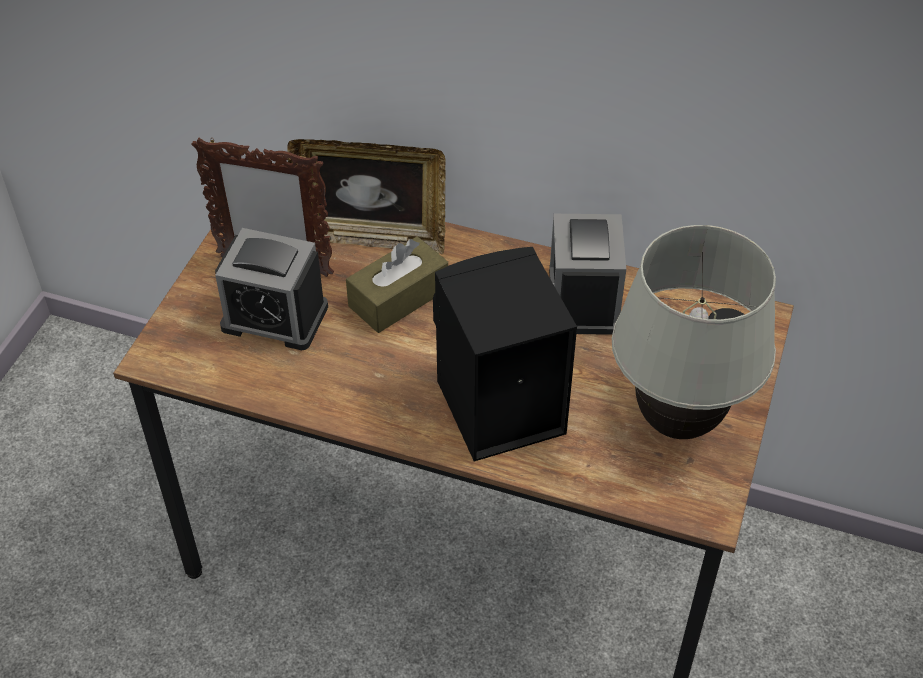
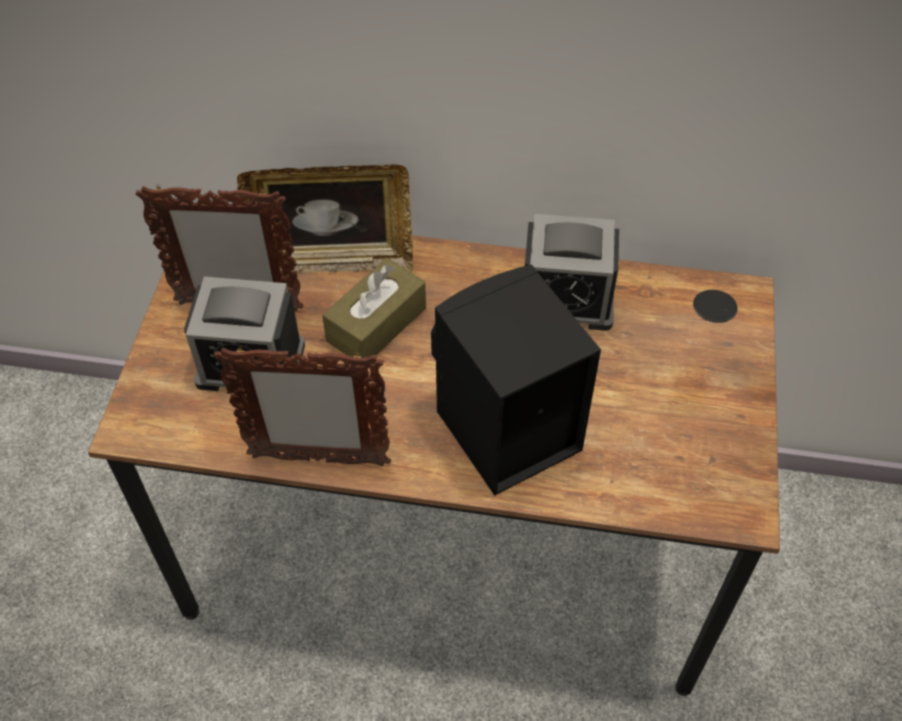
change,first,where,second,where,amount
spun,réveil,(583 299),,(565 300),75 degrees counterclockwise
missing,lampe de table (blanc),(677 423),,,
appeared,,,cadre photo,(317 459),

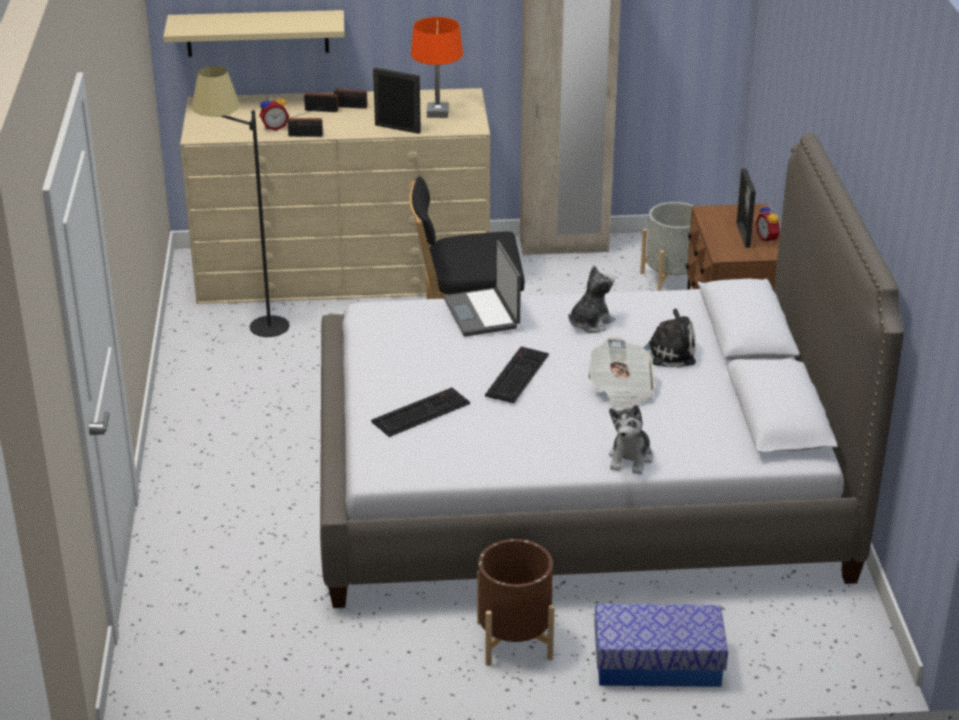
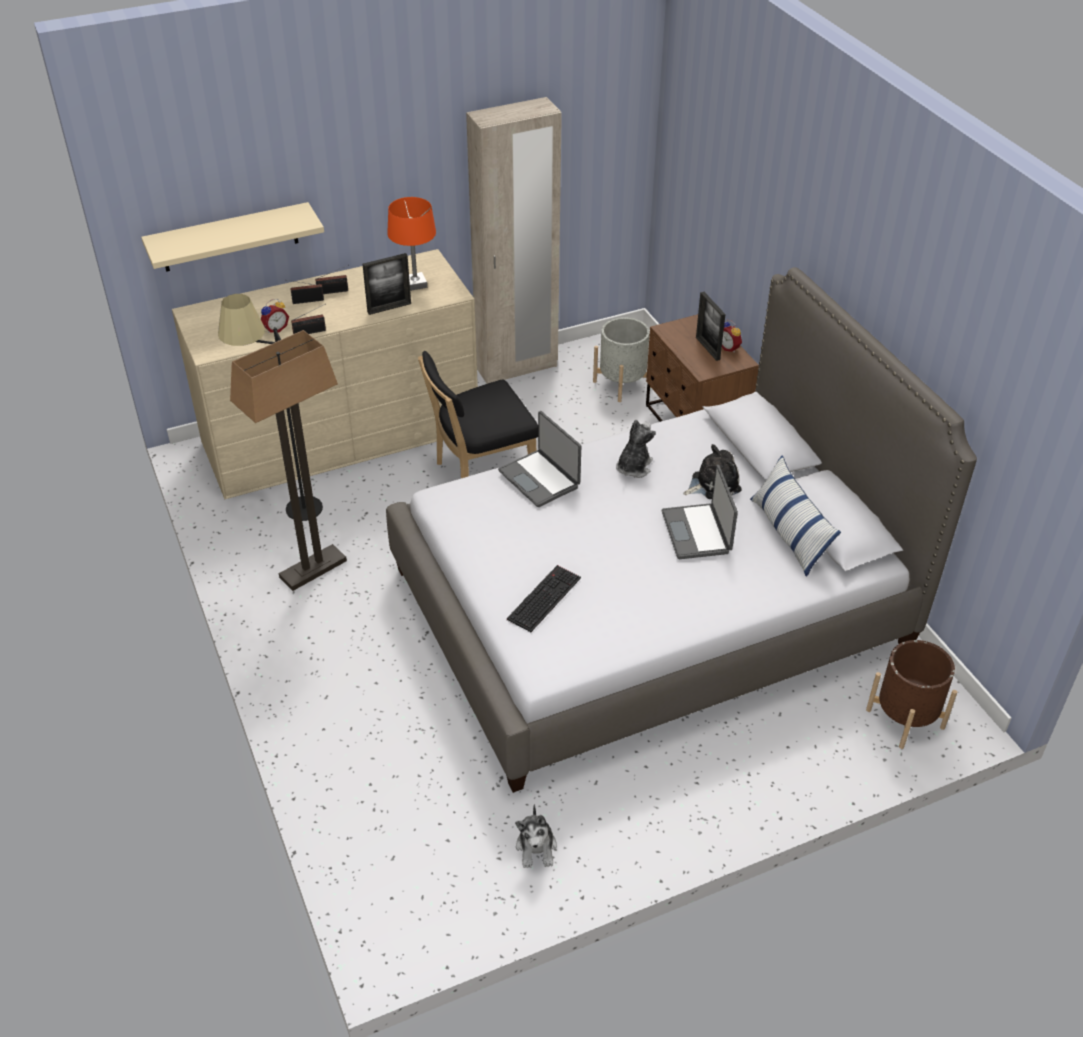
change,first,where,second,where,amount
spun,cadre photo,(397 128),,(389 308),150 degrees clockwise
relocated,cache-pot (marron),(514 640),,(905 719),
missing,clavier,(516 374),,,
exchanged,journal,(621 390),ordinateur portable,(697 532),
missing,boîte de rangement,(657 663),,,
relocated,peluche,(630 458),,(536 847),
appeared,,,lampadaire,(313 568),
appeared,,,coussin,(789 533),

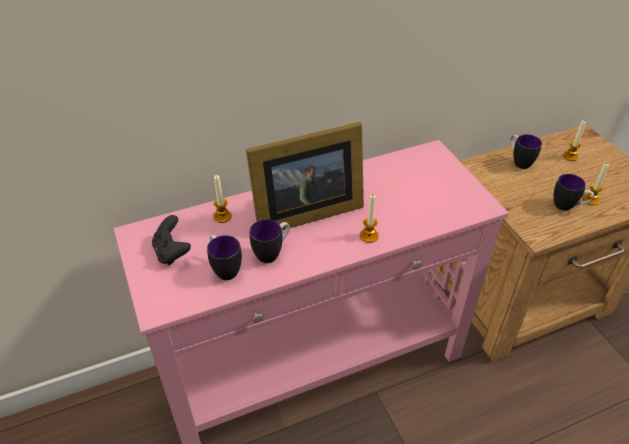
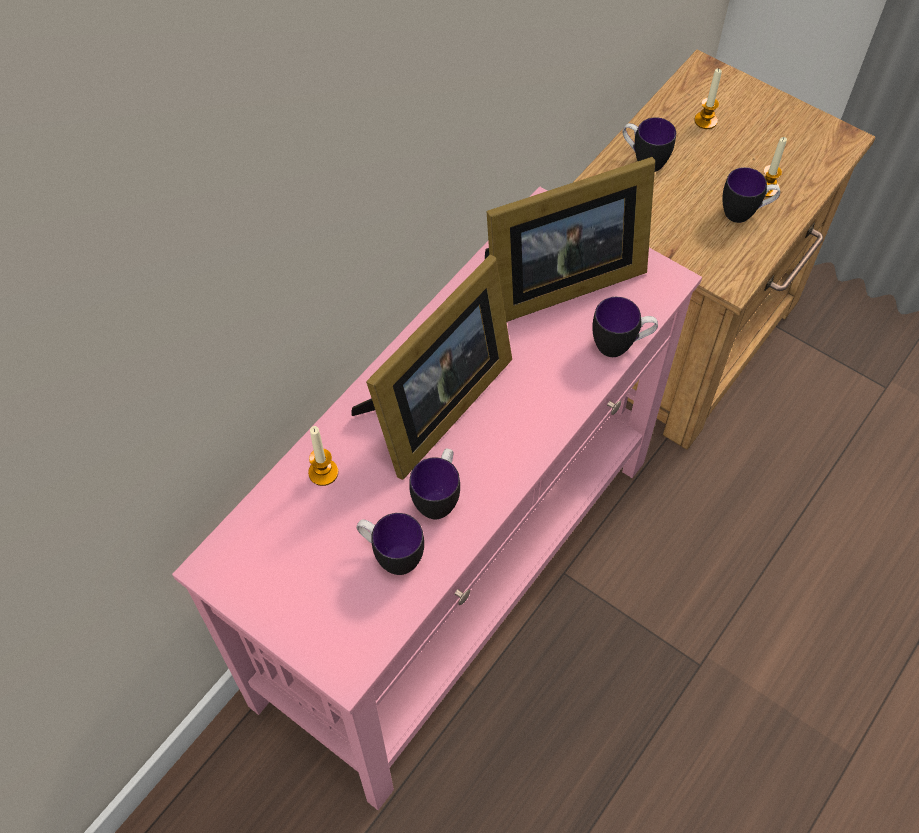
change,first,where,second,where,amount
missing,manette (noir),(172 252),,,
missing,bougie,(369 236),,,
appeared,,,cadre photo,(556 282),
appeared,,,mug,(620 345),

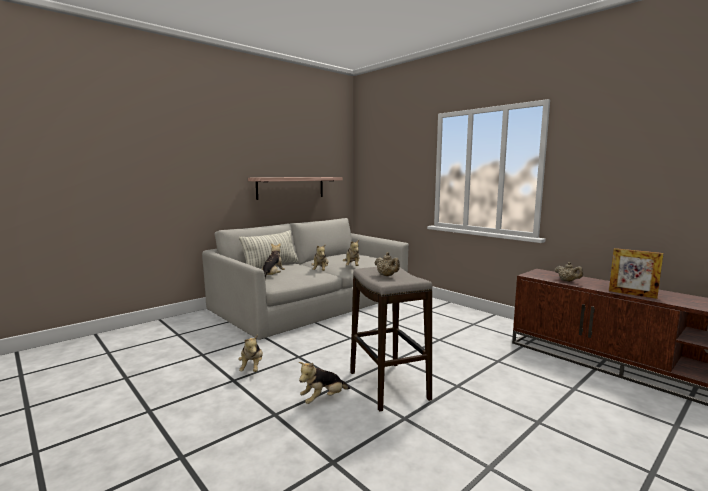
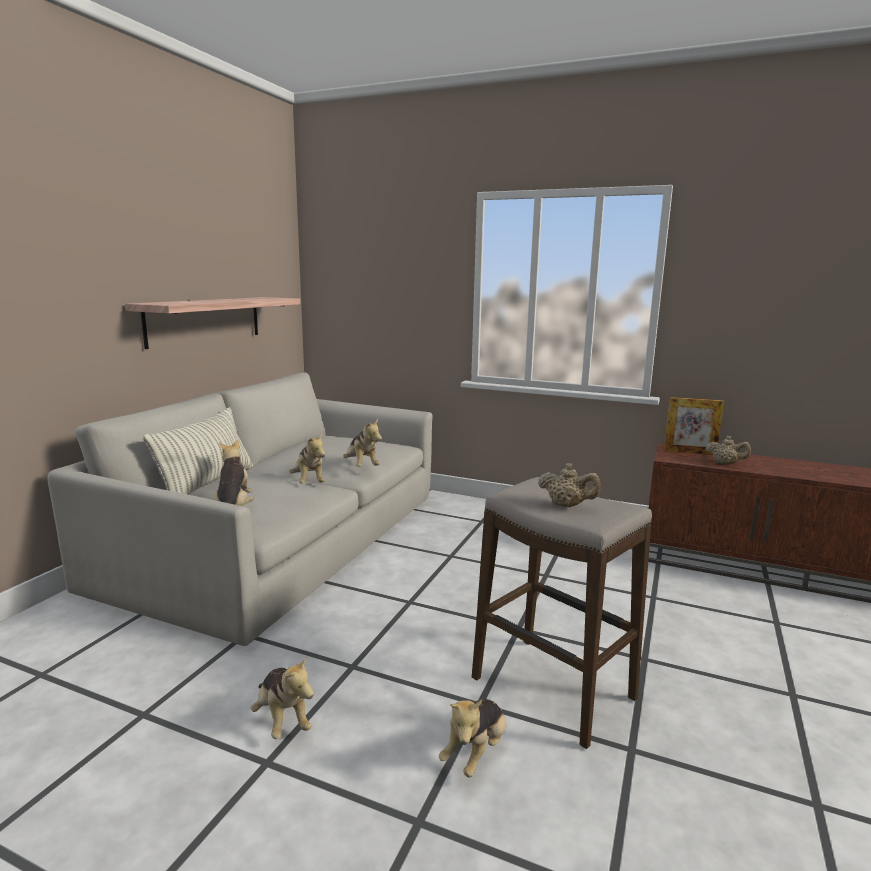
change,first,where,second,where,amount
relocated,cadre photo,(632 294),,(689 452),

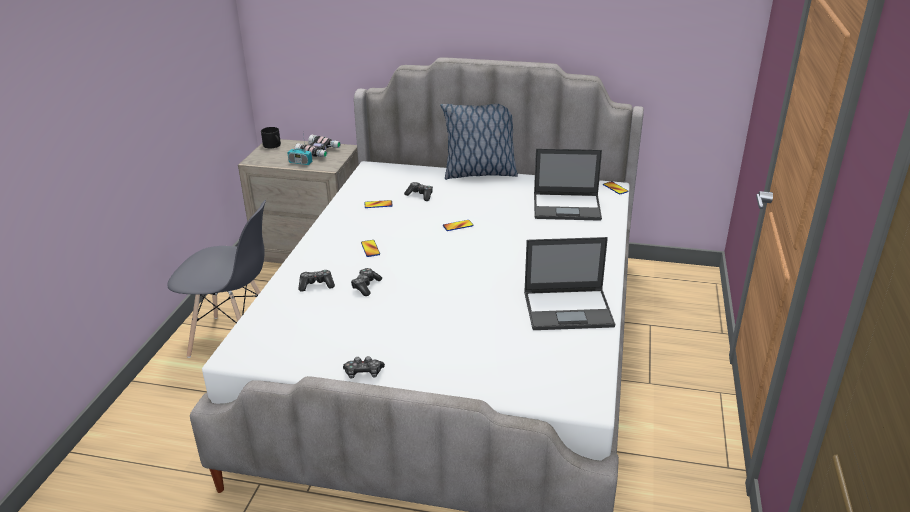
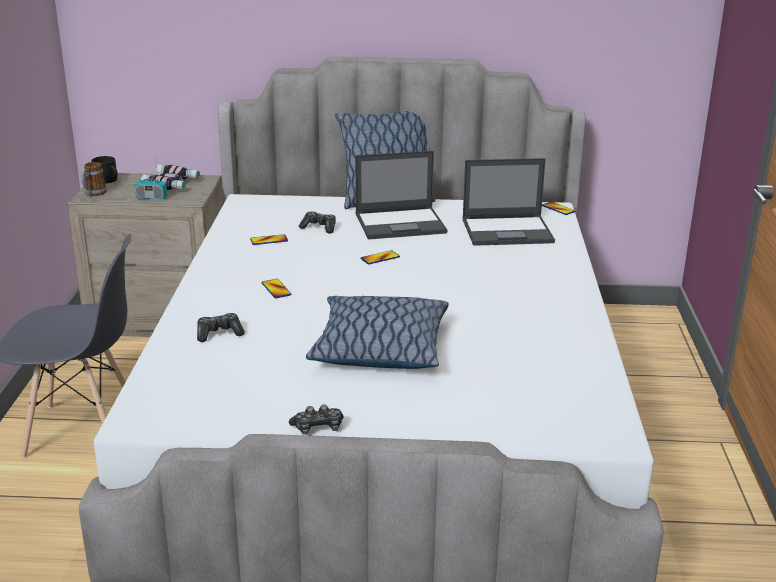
change,first,where,second,where,amount
missing,manette,(366 286),,,
relocated,ordinateur portable,(569 309),,(401 224),
appeared,,,mug,(93 194),
appeared,,,coussin,(379 348),

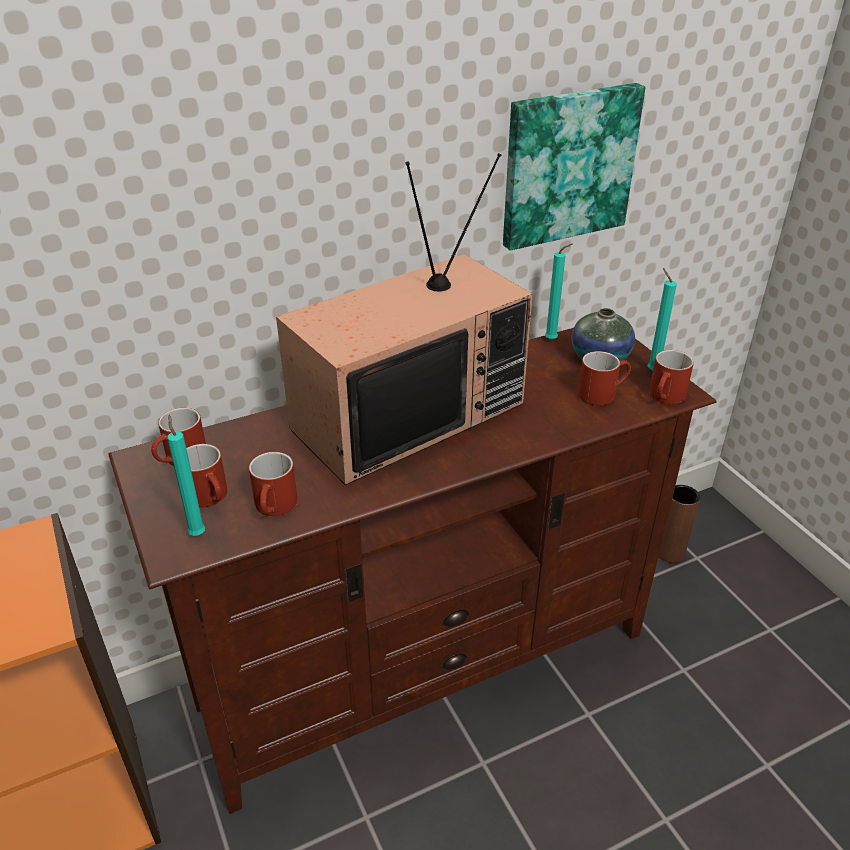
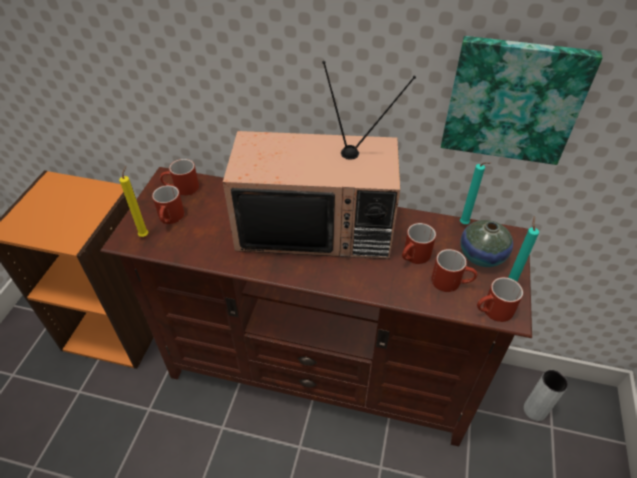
change,first,where,second,where,amount
colour,bougie (turquoise),(197 533),bougie (jaune),(145 234),
relocated,mug (rouge),(275 508),,(414 257),
colour,vase (marron),(669 553),vase (gris),(534 410),

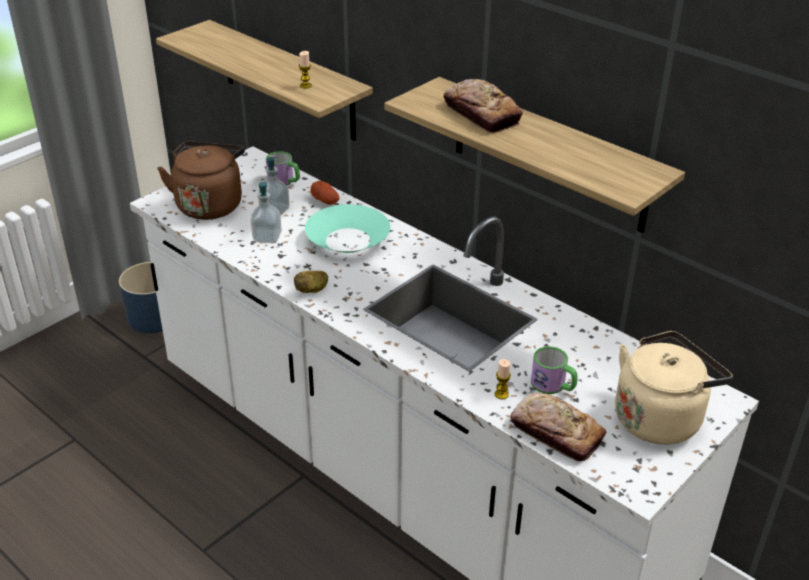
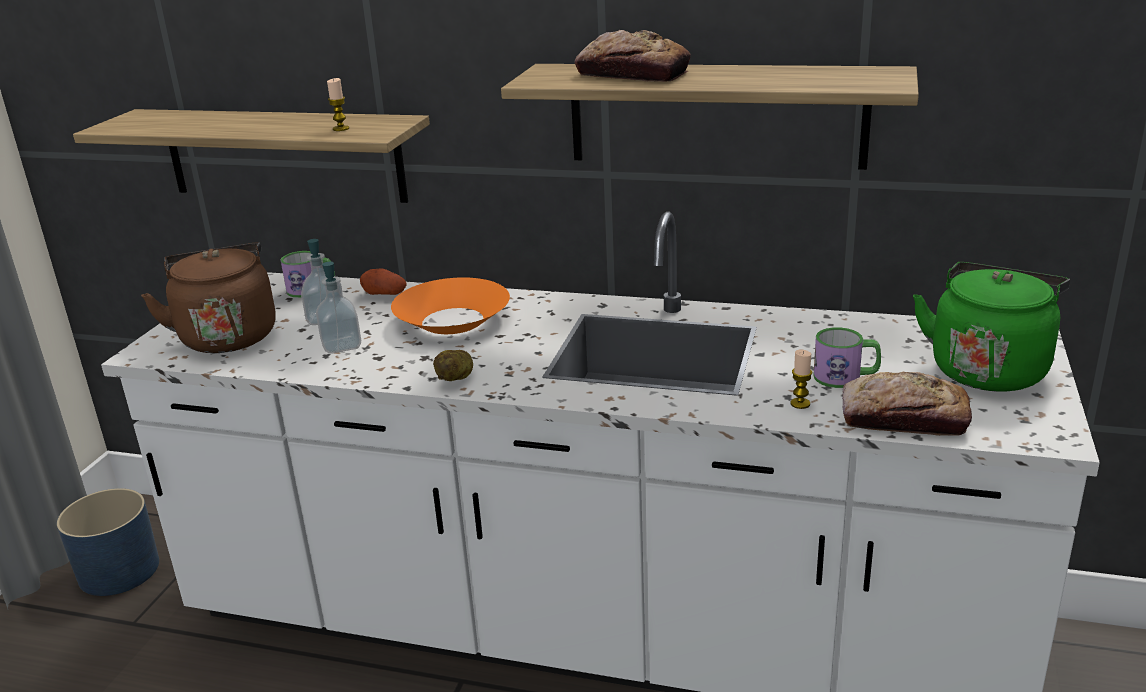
change,first,where,second,where,amount
colour,bol (turquoise),(348 240),bol (orange),(453 320),
colour,bouilloire (beige),(660 417),bouilloire (vert),(988 369),

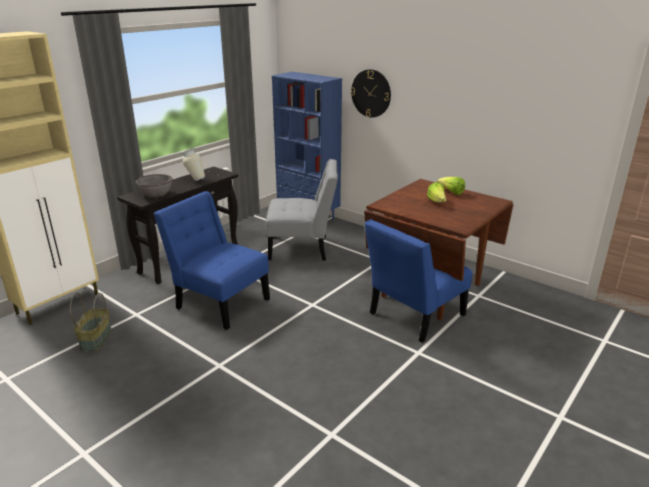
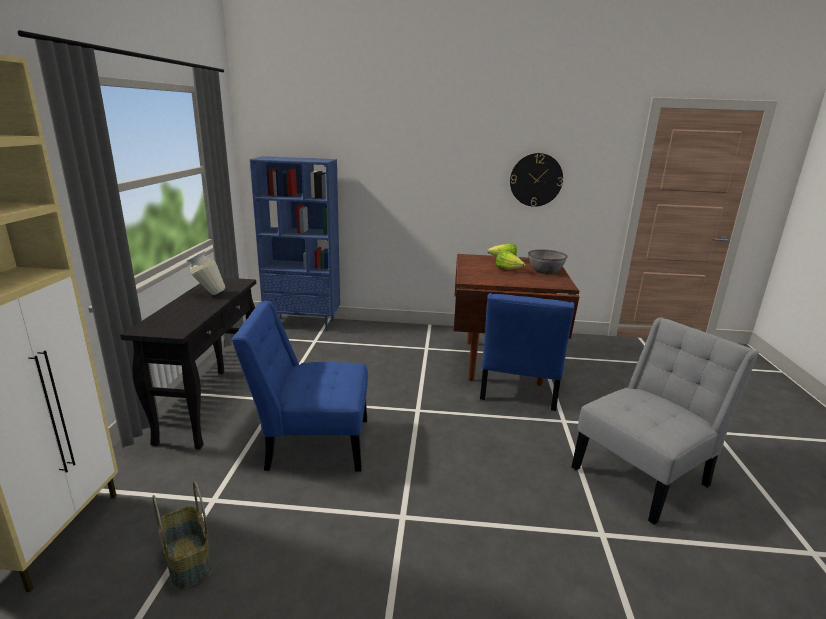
change,first,where,second,where,amount
relocated,bol (gris),(156 194),,(545 271),
relocated,chaise (gris),(303 248),,(644 474),
relocated,horloge murale,(371 93),,(536 180),

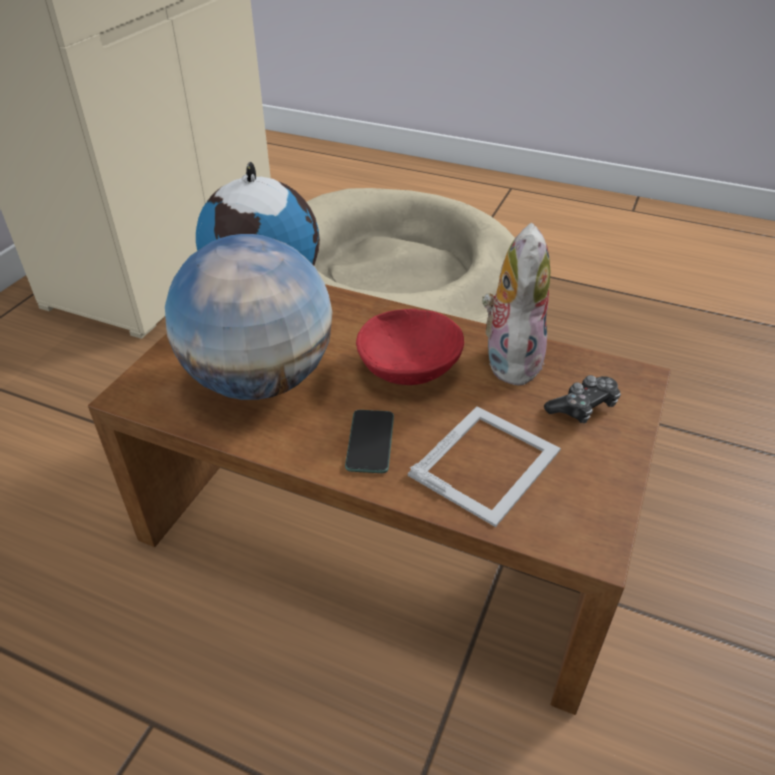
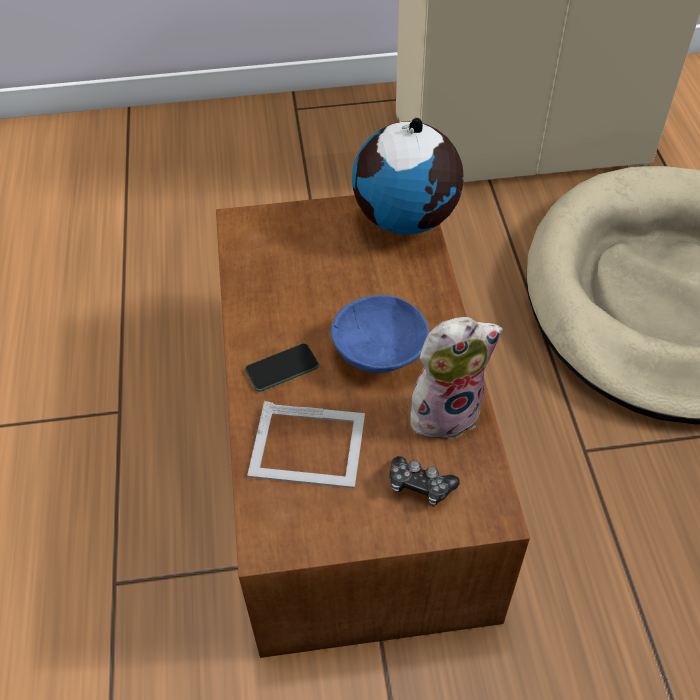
change,first,where,second,where,amount
missing,globe,(260 379),,,
colour,bol (rouge),(410 368),bol (bleu),(381 353),

